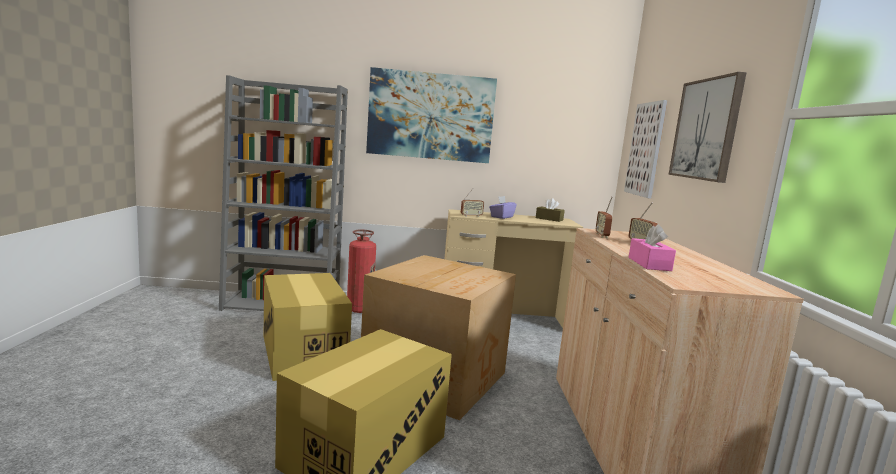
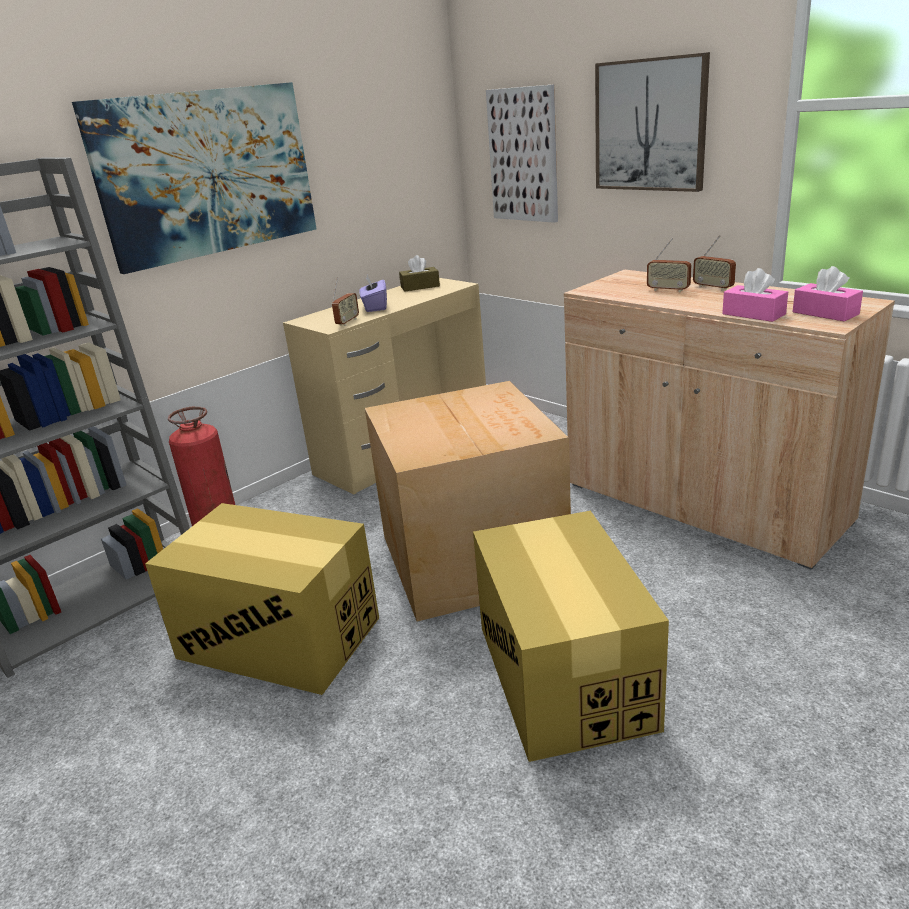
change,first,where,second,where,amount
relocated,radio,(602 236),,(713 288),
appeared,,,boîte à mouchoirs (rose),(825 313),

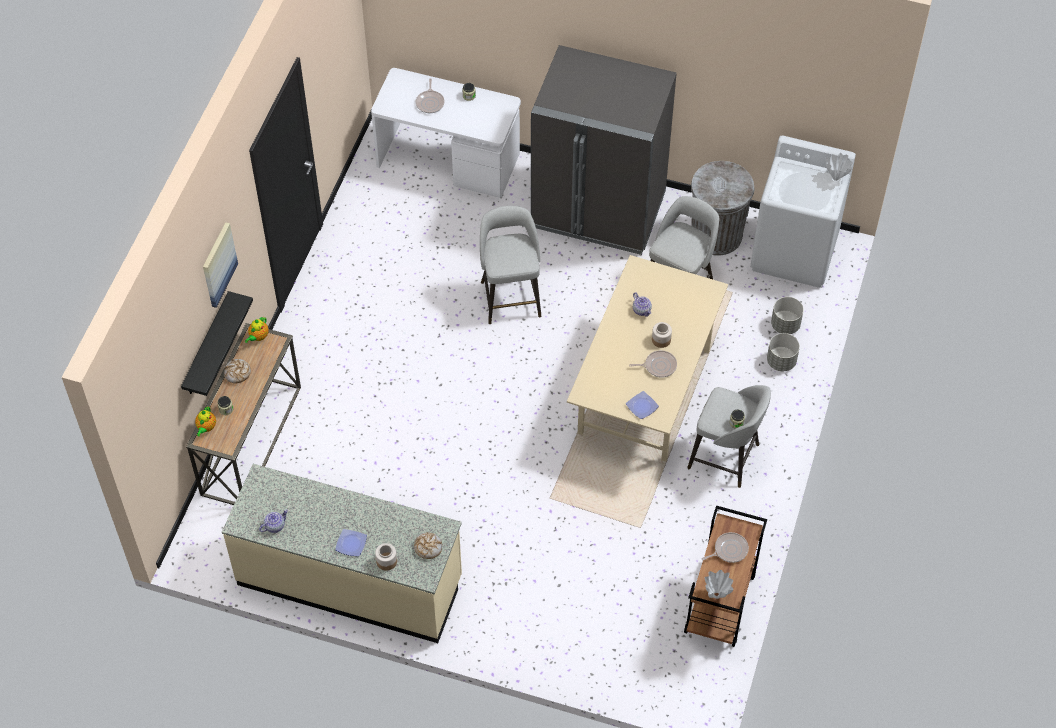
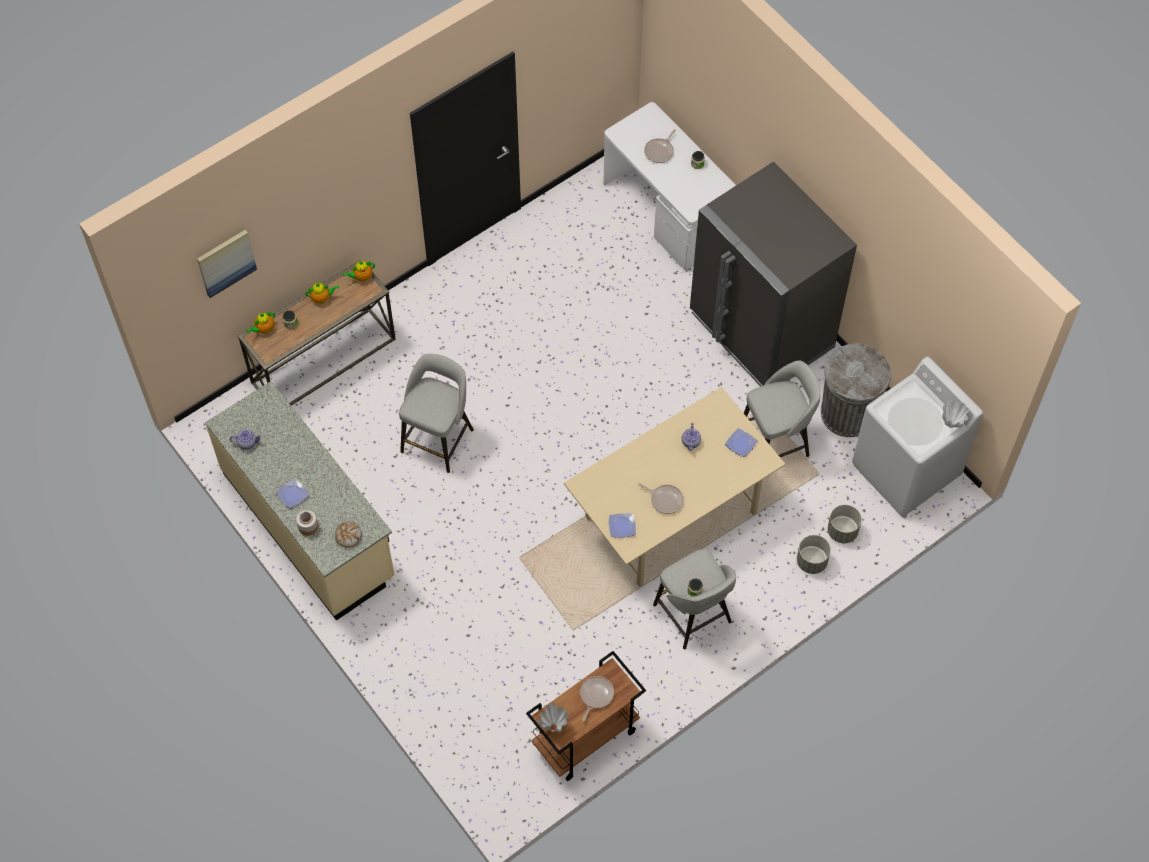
change,first,where,second,where,amount
missing,étagère (noir),(206 346),,,
relocated,tableau,(218 264),,(226 262),
exchanged,pain,(237 373),théière,(322 298),
relocated,tabouret (gris),(510 297),,(438 439),
missing,bocal,(661 340),,,
spun,poêle,(729 550),,(595 695),75 degrees counterclockwise
appeared,,,assiette,(741 444),

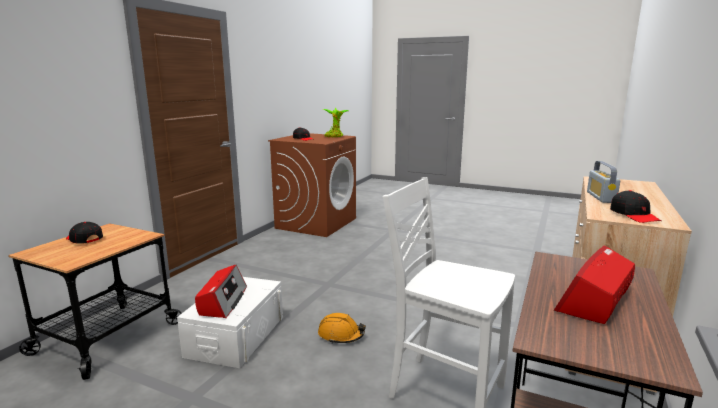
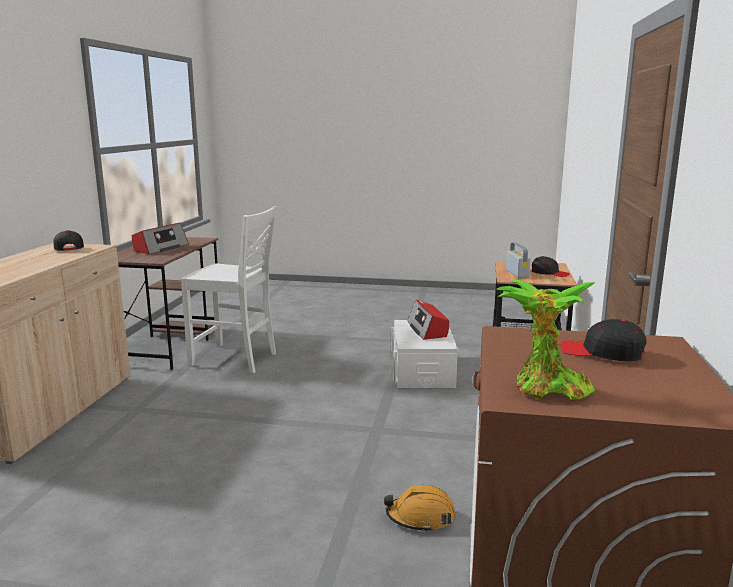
change,first,where,second,where,amount
relocated,casque de chantier (orange),(341 335),,(420 517),
relocated,radio,(601 197),,(517 273),

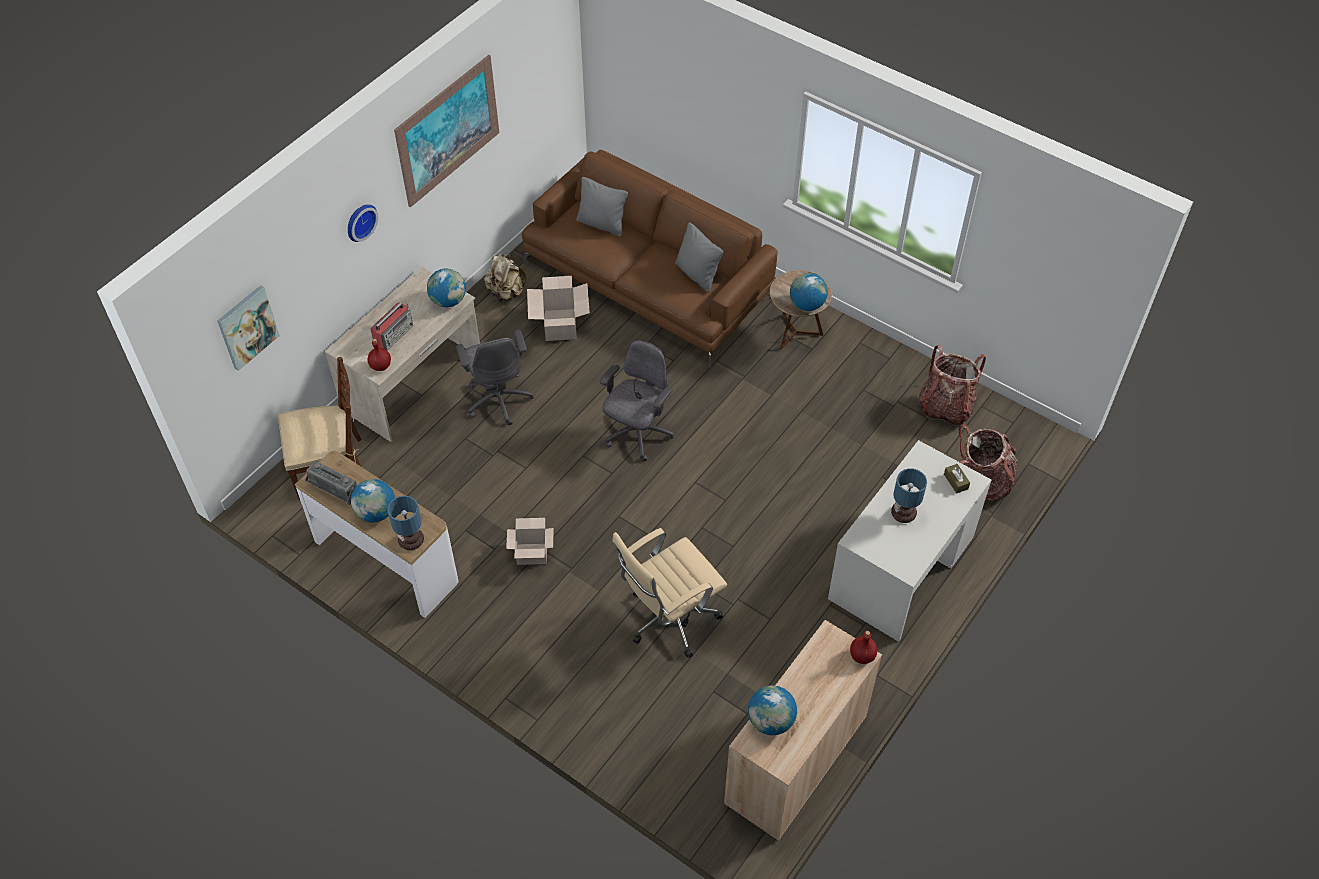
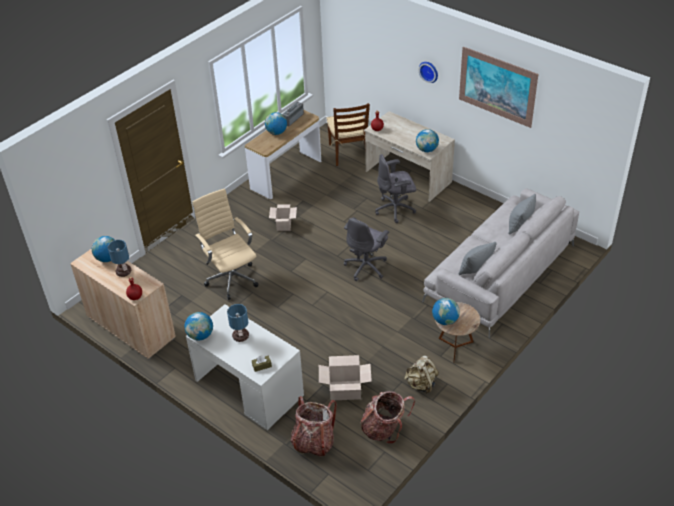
change,first,where,second,where,amount
missing,tableau,(247 327),,,
missing,radio,(394 335),,,
relocated,lampe de table,(411 541),,(123 272),
relocated,sac à dos (beige),(506 293),,(421 384),
colour,canapé (marron),(648 280),canapé (gris),(500 273),
relocated,carton,(560 325),,(345 390),
spun,chaise de bureau (gris),(637 434),,(366 267),90 degrees clockwise
appeared,,,globe,(200 335),

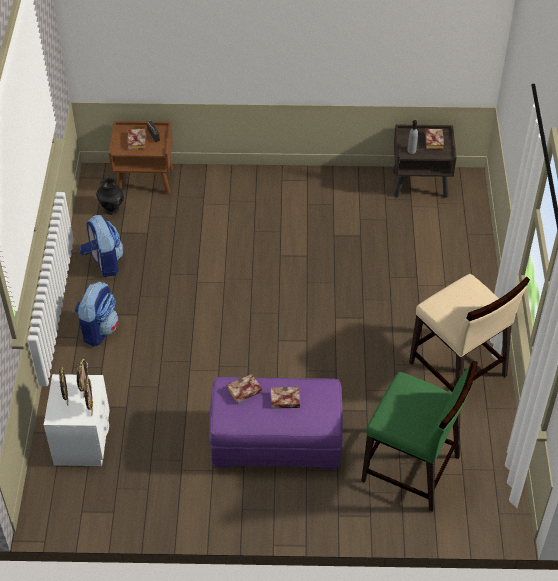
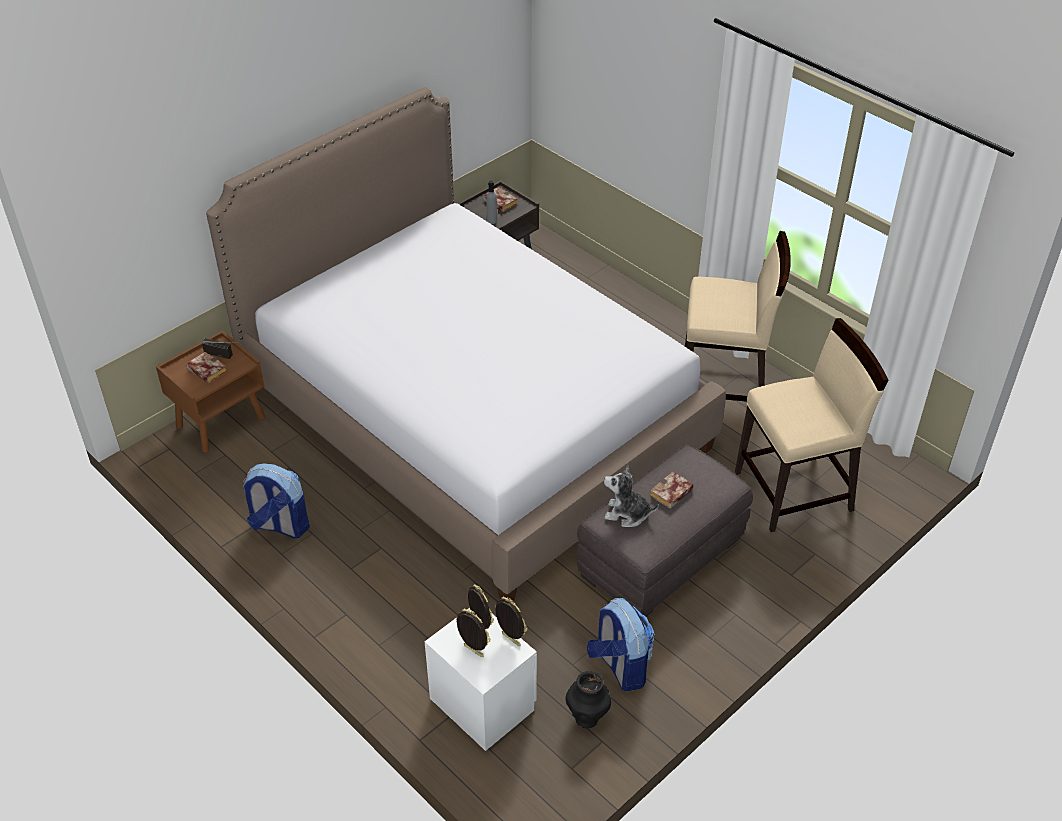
change,first,where,second,where,amount
relocated,sac à dos,(99 329),,(619 666),
relocated,vase (noir),(112 209),,(587 718),
colour,pouf (violet),(277 441),pouf (gris),(661 556),
exchanged,livre,(244 392),peluche,(627 514),
colour,chaise (vert),(411 469),chaise (beige),(795 491),
appeared,,,lit,(474 416),

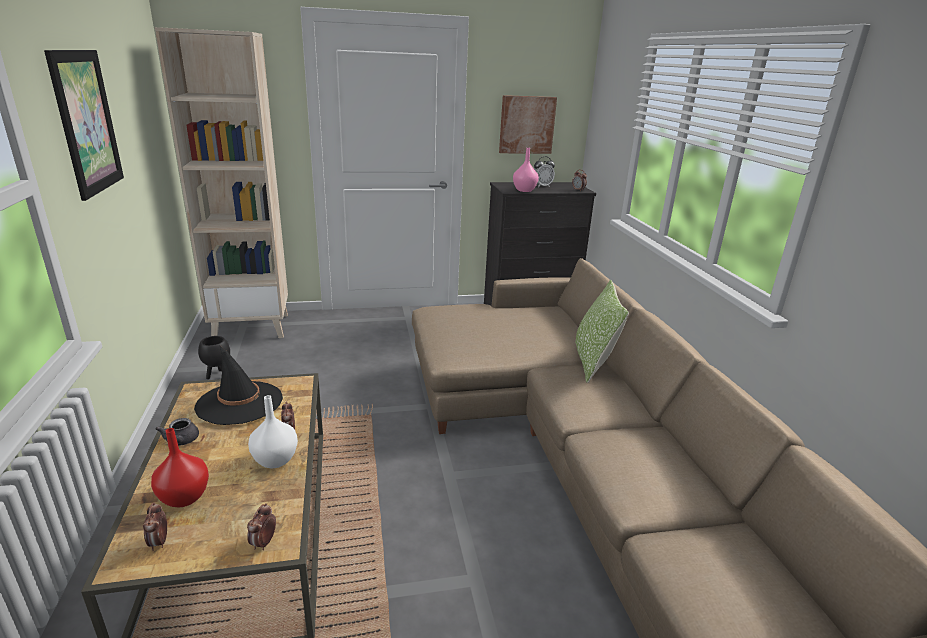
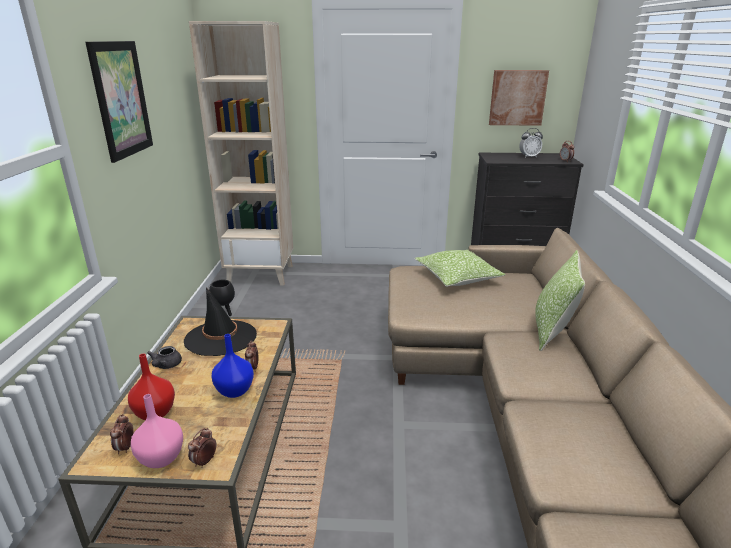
change,first,where,second,where,amount
colour,vase (blanc),(276 460),vase (bleu),(235 390),
relocated,vase (rose),(524 190),,(160 458),
appeared,,,coussin,(457 277),

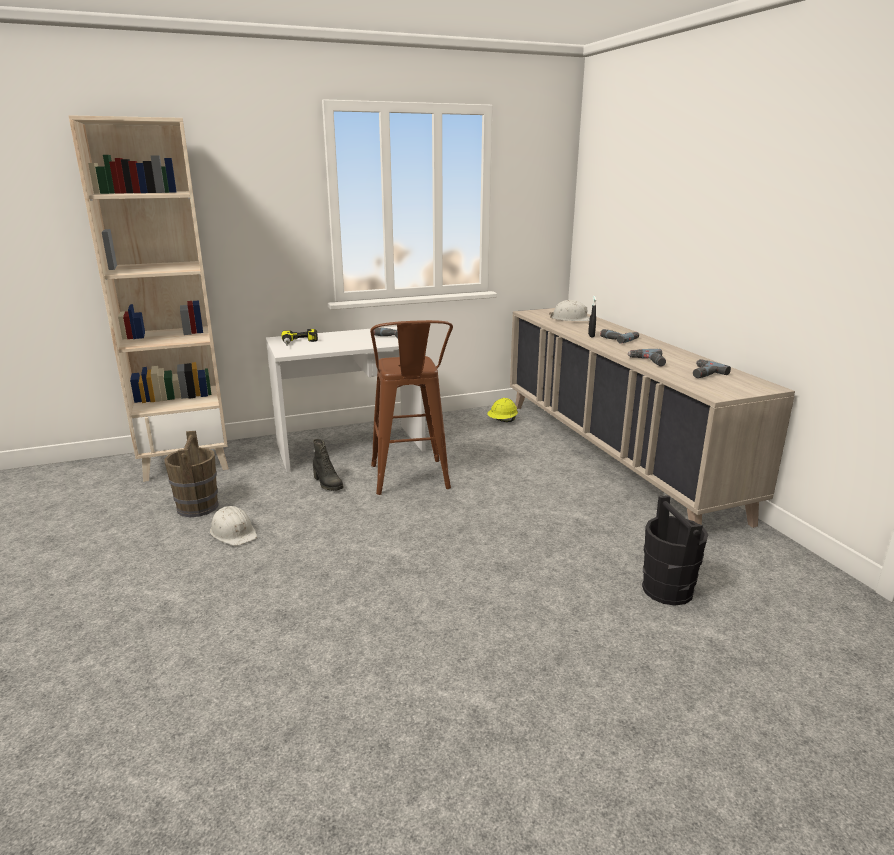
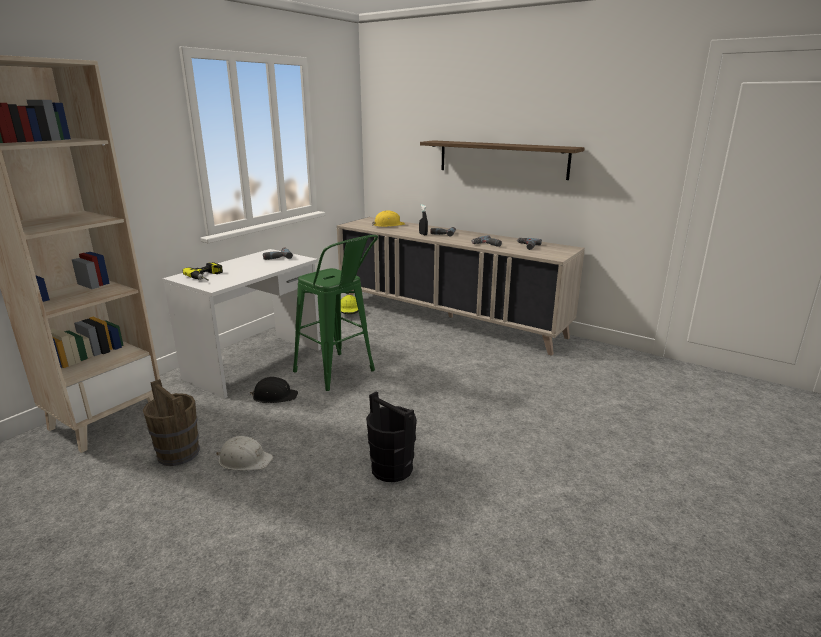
change,first,where,second,where,amount
exchanged,botte (noir),(327 484),casque de chantier (noir),(274 396),
colour,tabouret (marron),(410 481),tabouret (vert),(339 374),
colour,casque de chantier (blanc),(571 319),casque de chantier (jaune),(388 225),
relocated,seau (noir),(667 590),,(392 469),
appeared,,,étagère,(502 159),

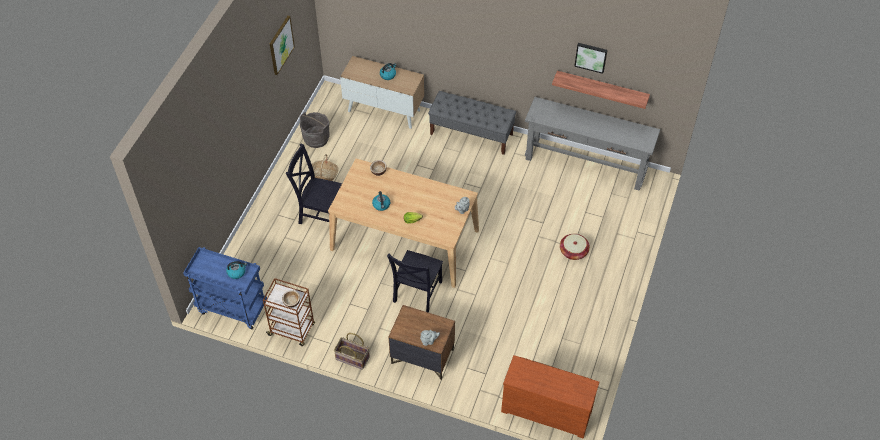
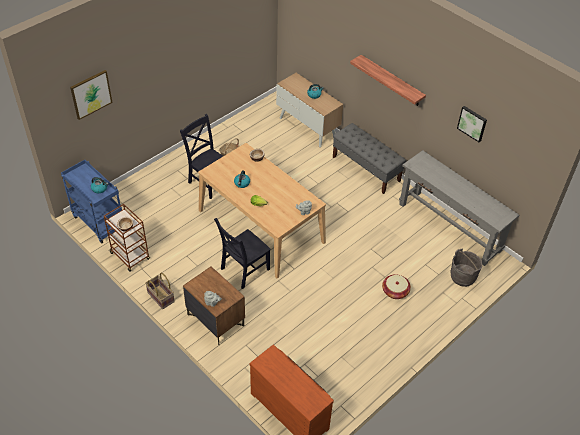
change,first,where,second,where,amount
relocated,tableau,(281 45),,(91 94),
relocated,seau (gris),(316 139),,(462 277),
relocated,étagère,(602 89),,(391 81),

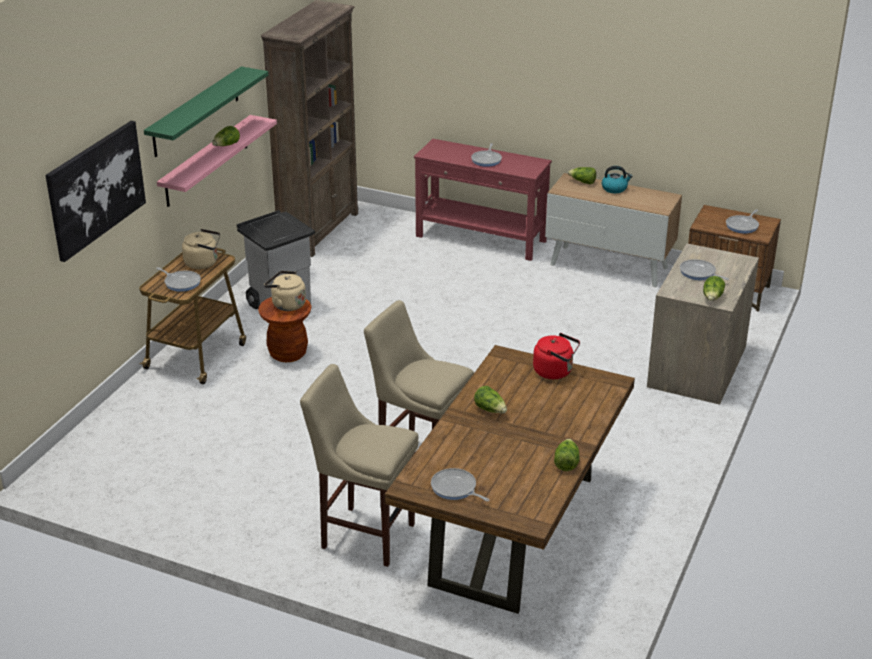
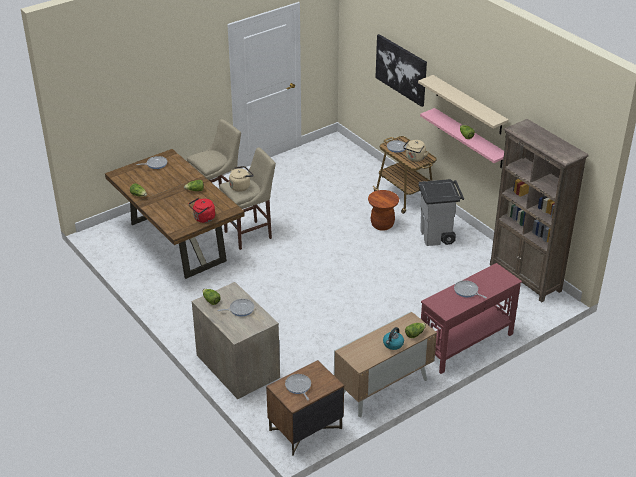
change,first,where,second,where,amount
colour,étagère (vert),(196 112),étagère (beige),(468 105),
relocated,bouilloire (beige),(286 304),,(241 186),

